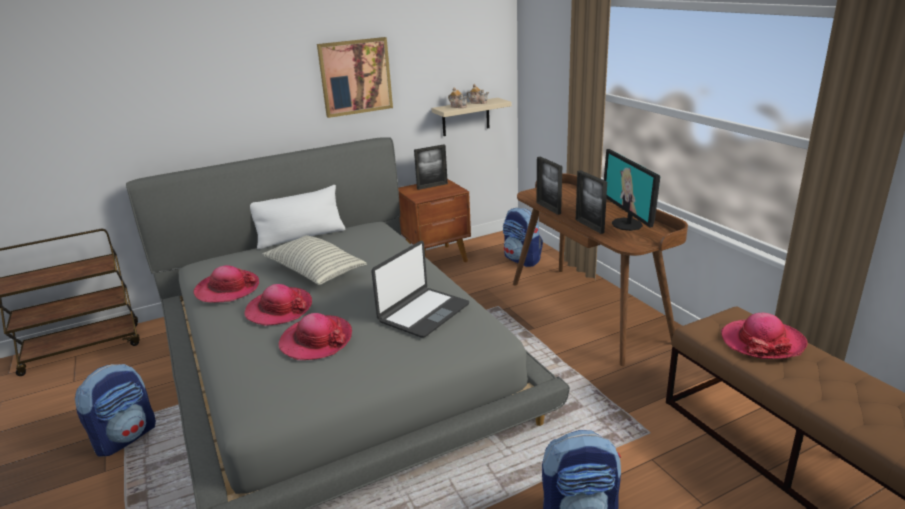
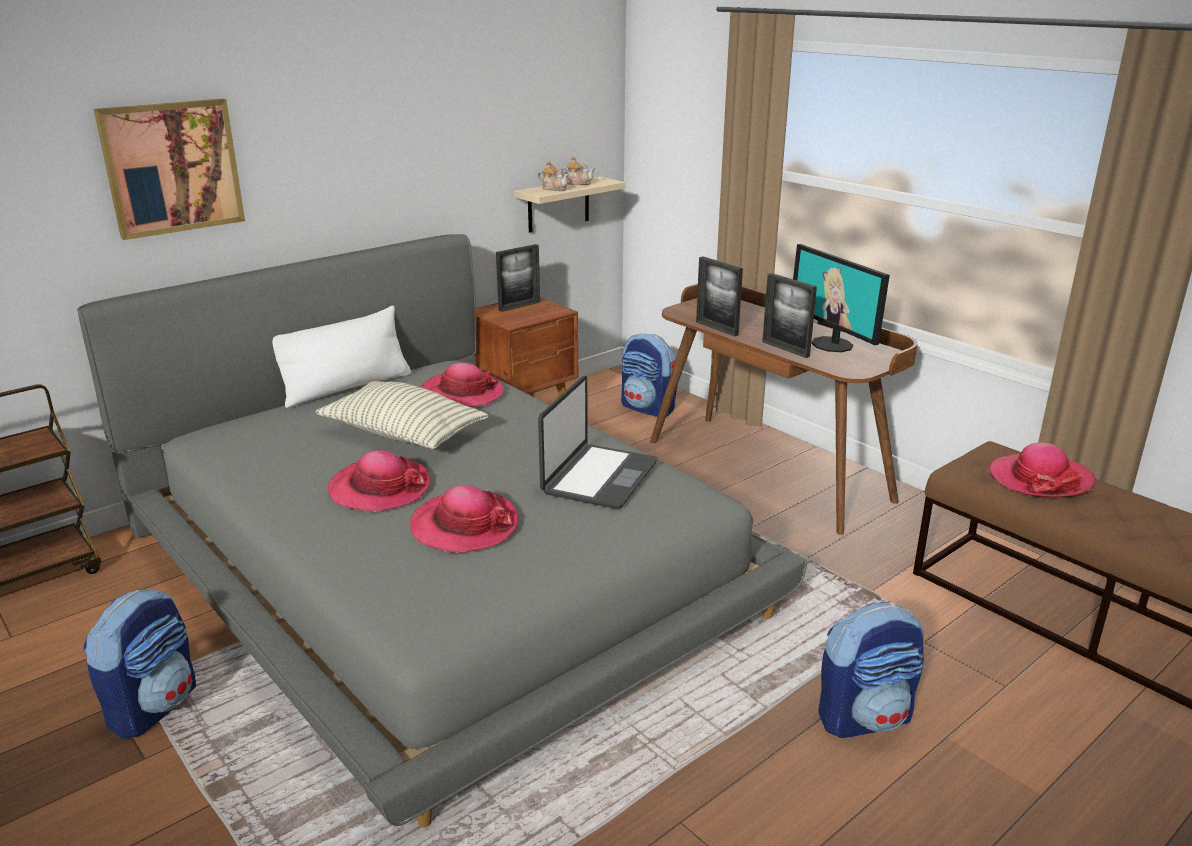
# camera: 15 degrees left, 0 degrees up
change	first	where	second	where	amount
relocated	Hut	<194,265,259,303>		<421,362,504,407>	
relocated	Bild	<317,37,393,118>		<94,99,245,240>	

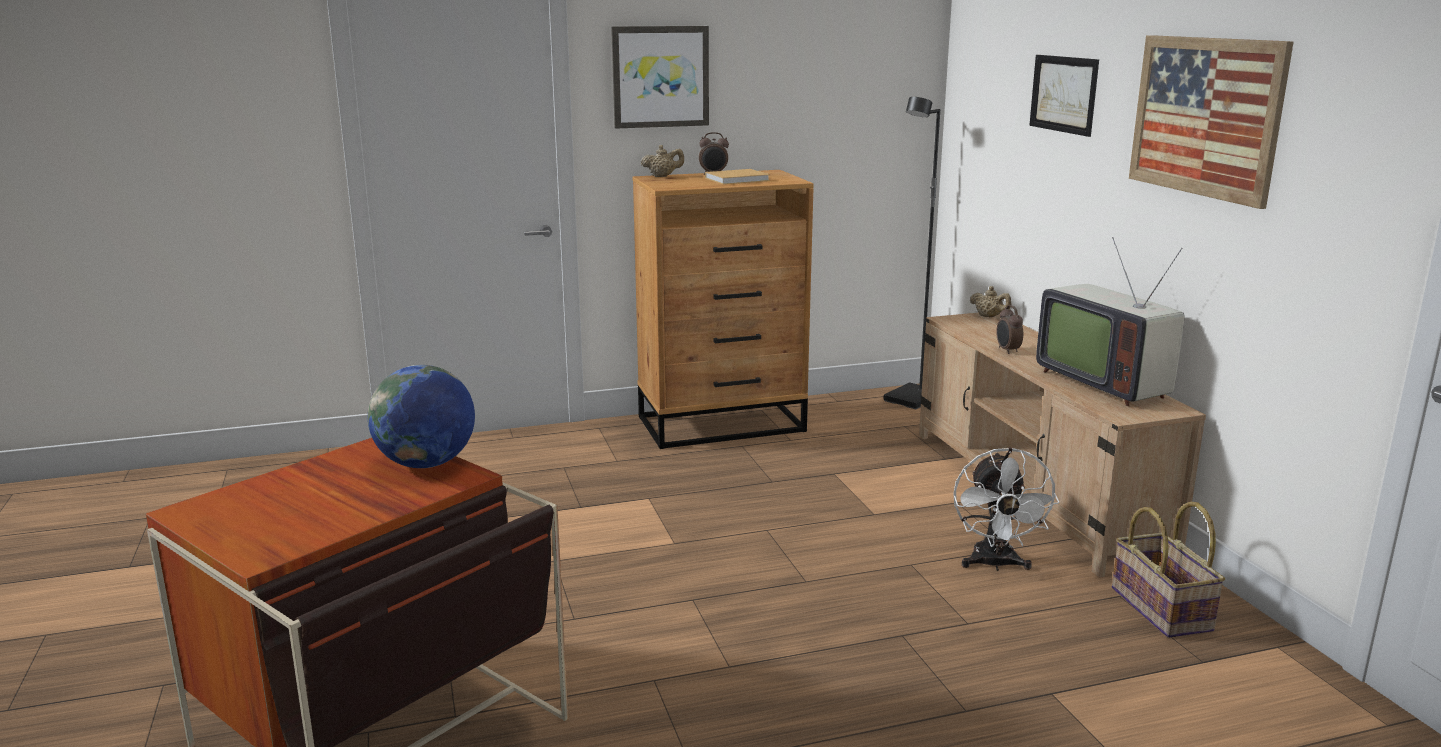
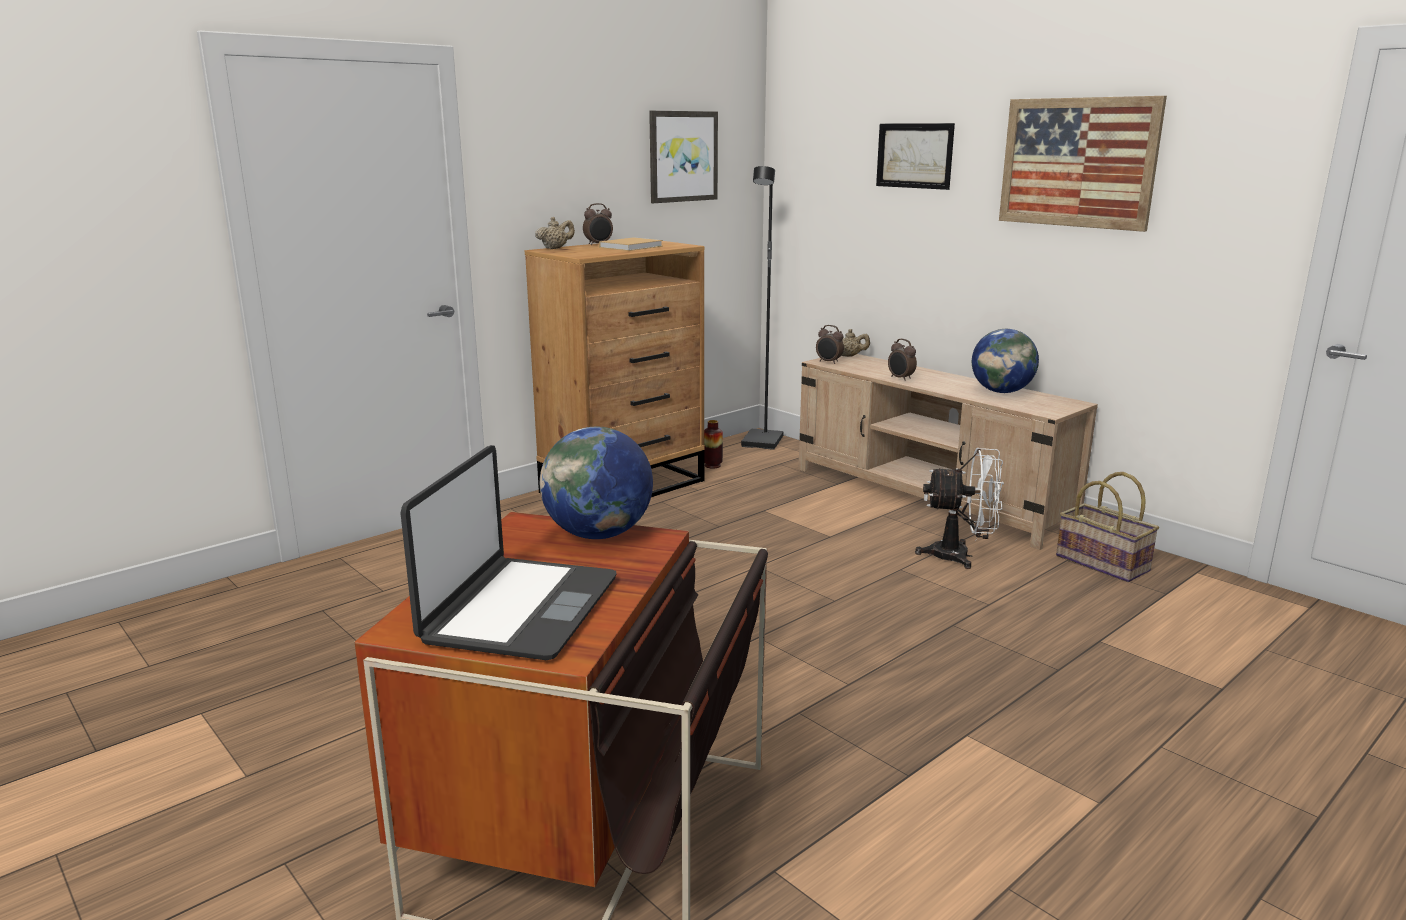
# camera: 25 degrees left, 0 degrees up
change	first	where	second	where	amount
appeared			Laptop	<400,445,617,660>	
appeared			Vase	<704,420,723,469>	
appeared			Wecker	<816,325,844,364>	
relocated	Bild	<611,26,709,129>		<649,111,718,203>	
exchanged	Fernseher	<1036,237,1185,406>	Globus	<972,329,1039,393>	
spun	Ventilator (weiß)	<953,447,1060,571>		<915,448,1004,569>	60 degrees counterclockwise

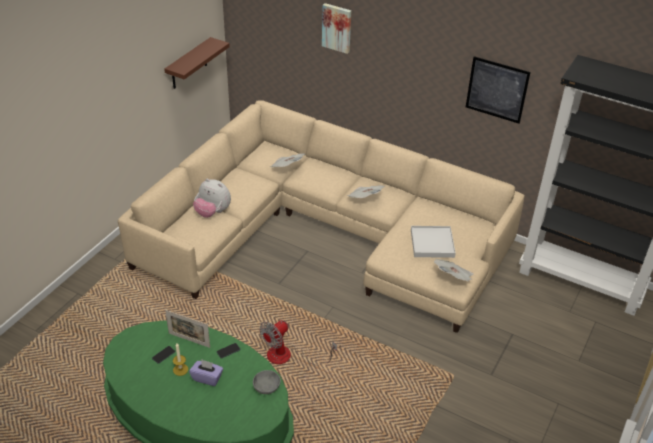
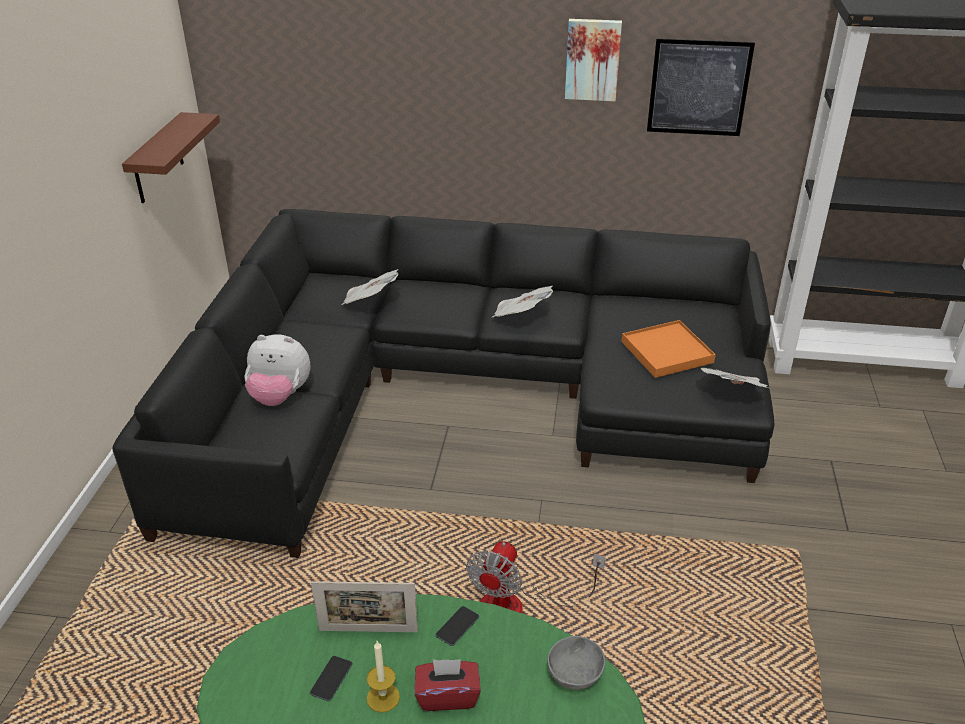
# camera: 20 degrees left, 5 degrees down
change	first	where	second	where	amount
relocated	Bild	<322,3,351,54>		<565,19,622,101>	
colour	Sofa (beige)	<118,100,525,333>	Sofa (schwarz)	<112,209,774,558>	
colour	Taschentuchbox (lila)	<189,360,223,386>	Taschentuchbox (rot)	<415,659,481,711>	
colour	Tablett (weiß)	<411,226,456,258>	Tablett (orange)	<622,320,716,378>	

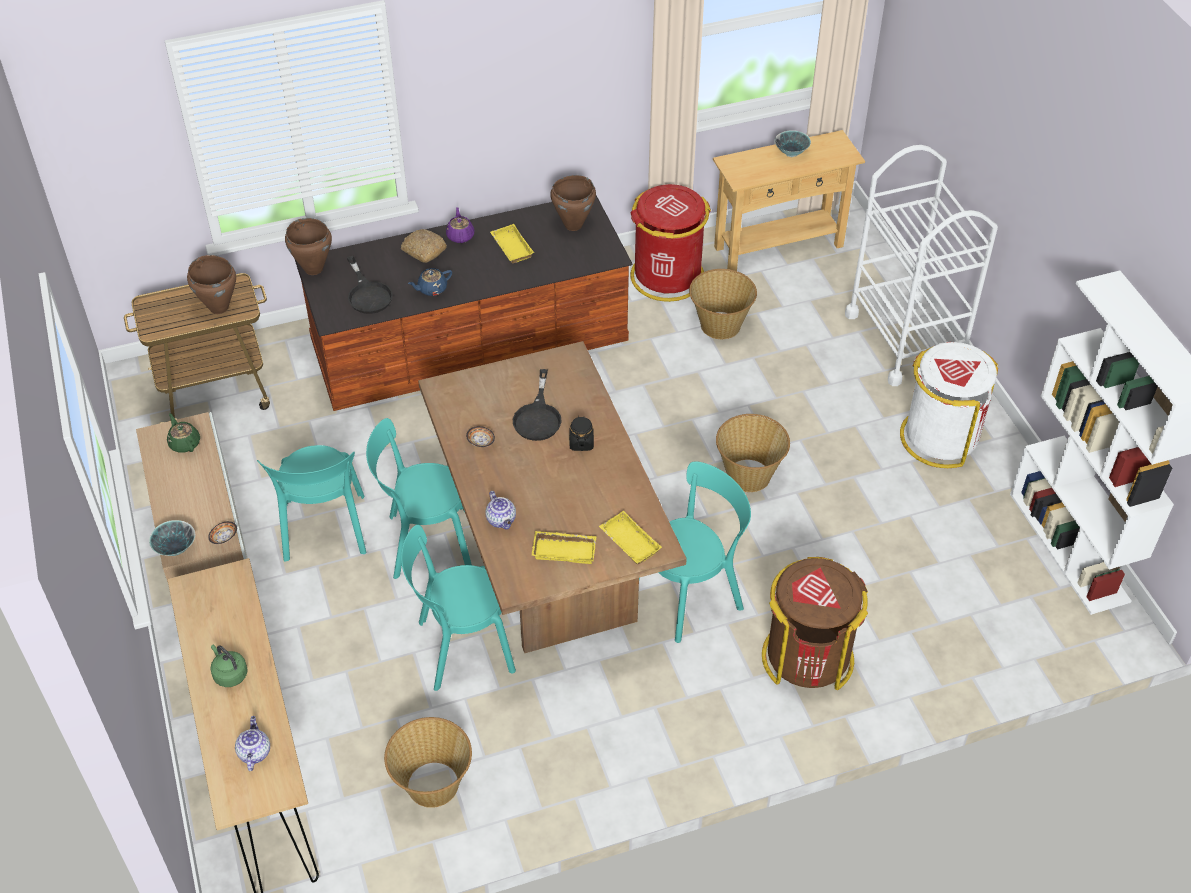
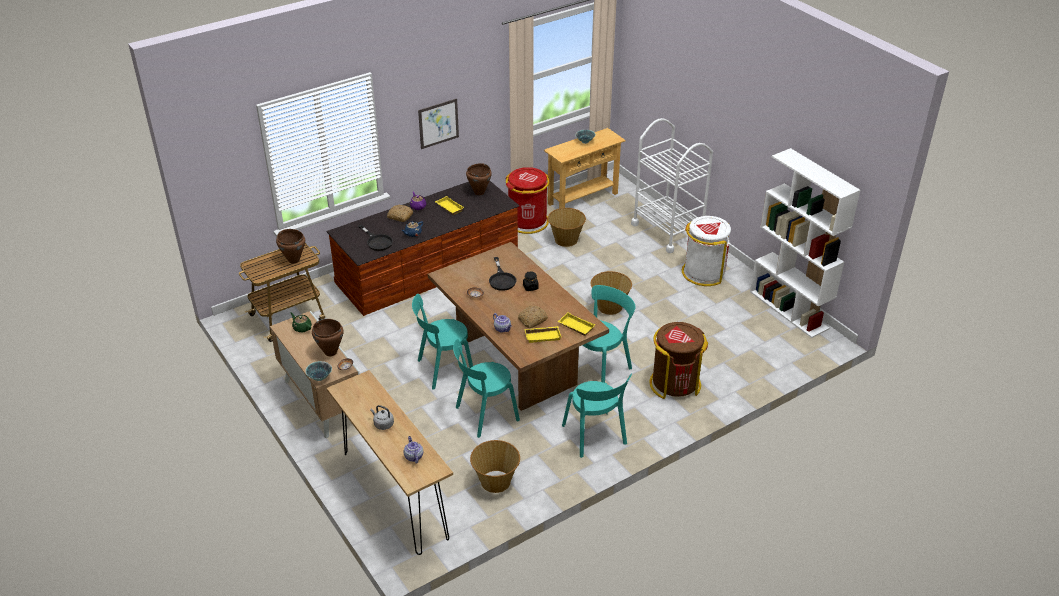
# camera: 15 degrees left, 10 degrees down
change	first	where	second	where	amount
appeared			Bild	<418,98,459,149>	
appeared			Brot	<518,305,548,328>	
relocated	Stuhl (türkis)	<257,445,366,562>		<562,374,632,458>	
relocated	Kochtopf (braun)	<285,218,332,275>		<312,319,344,356>	
colour	Wasserkessel (grün)	<210,644,248,687>	Wasserkessel (grau)	<370,405,394,430>	

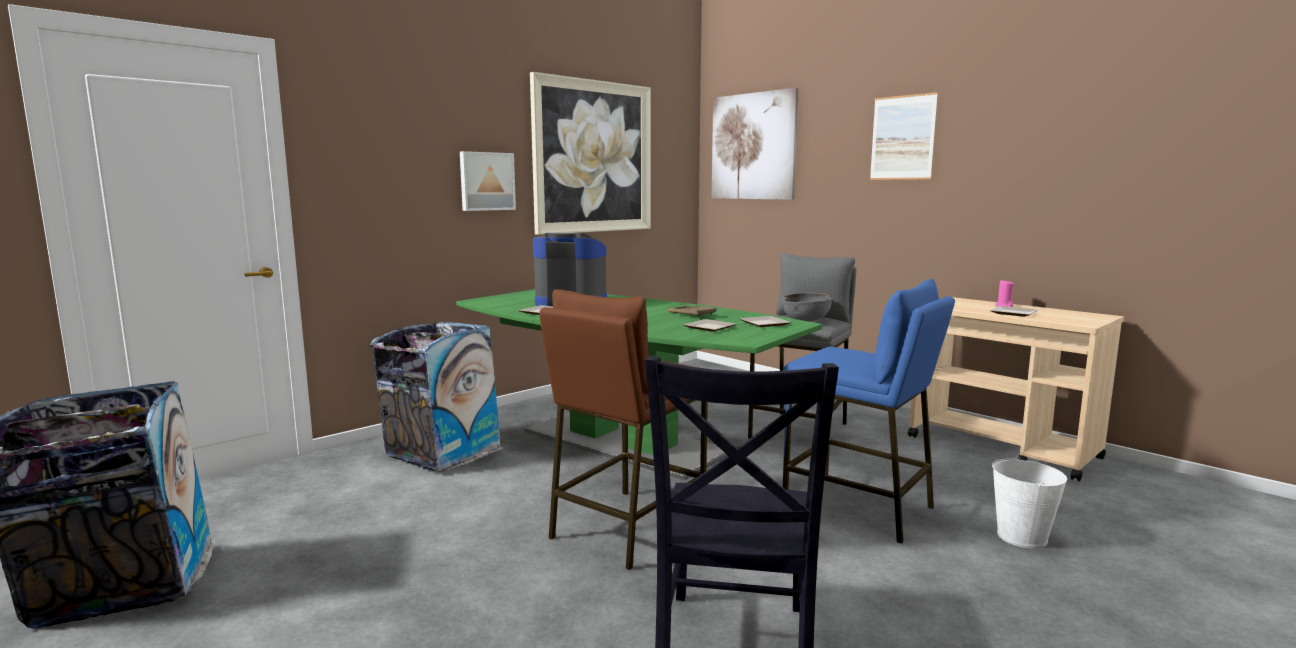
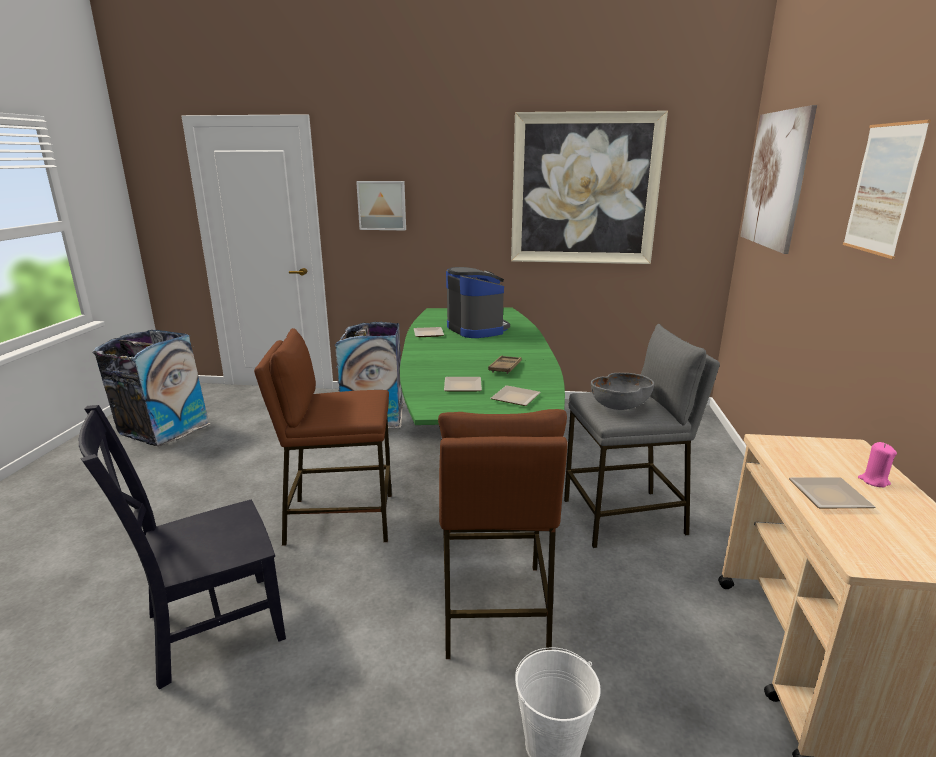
# camera: 50 degrees right, 10 degrees up
change	first	where	second	where	amount
relocated	Bild	<460,151,516,211>		<356,181,406,230>	
colour	Hocker (blau)	<783,279,955,544>	Hocker (braun)	<438,409,567,659>	

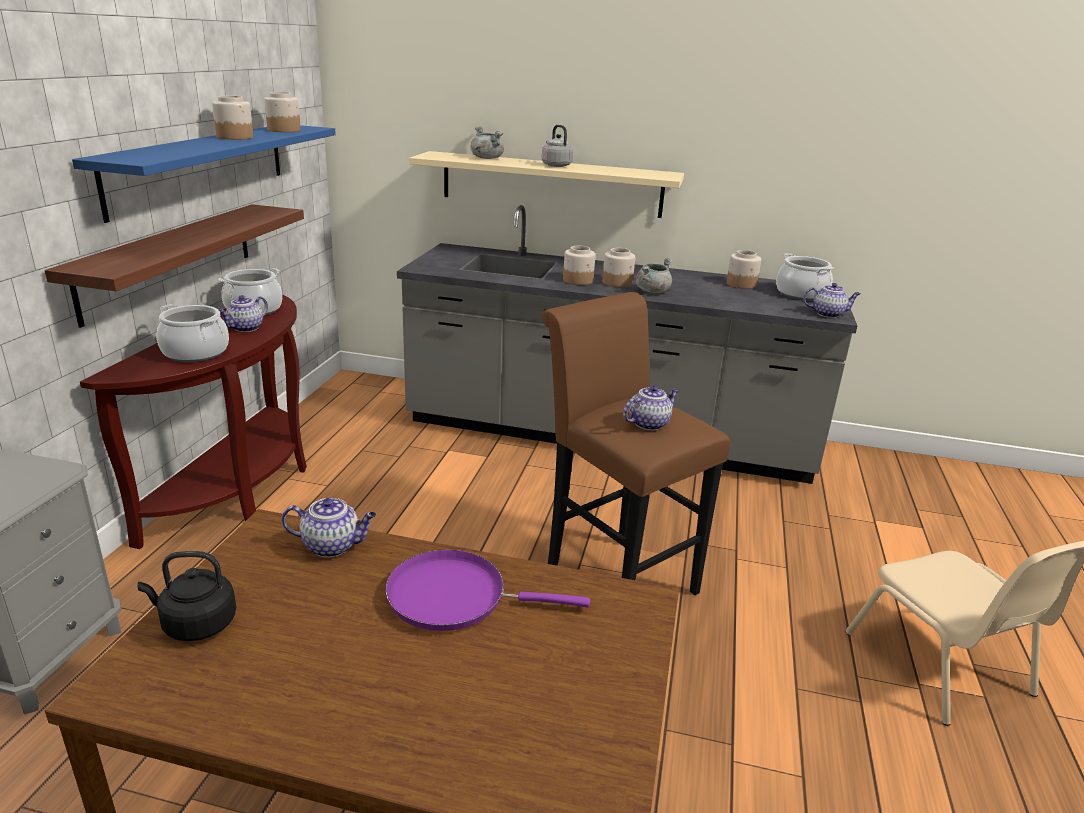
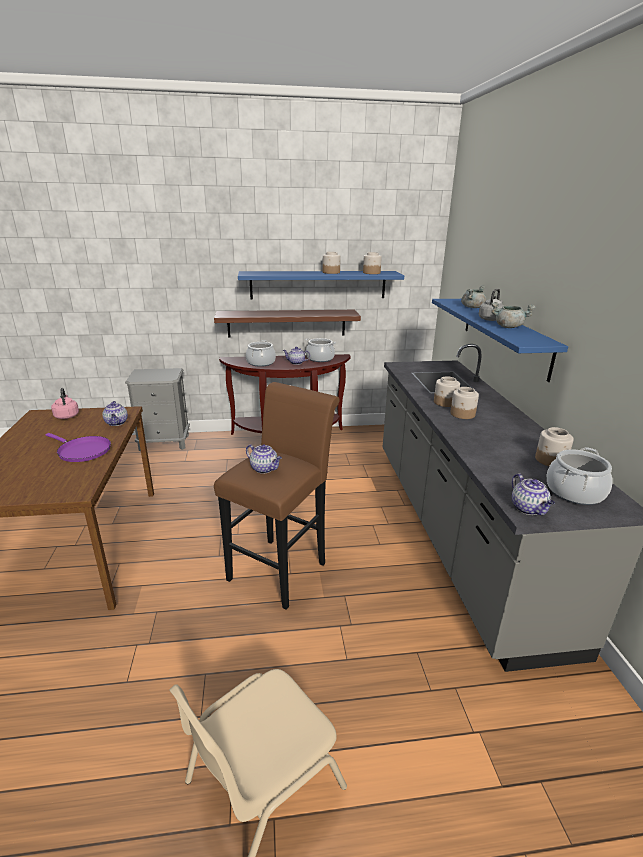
# camera: 70 degrees right, 0 degrees up
change	first	where	second	where	amount
relocated	Kochtopf (grau)	<635,258,672,293>		<491,302,536,328>	
colour	Wasserkessel (schwarz)	<137,551,236,641>	Wasserkessel (rosa)	<51,388,79,419>	
colour	Wandregal (beige)	<409,151,684,218>	Wandregal (blau)	<432,299,568,382>	
spun	Pfanne (lila)	<385,549,590,631>		<45,433,111,462>	135 degrees clockwise

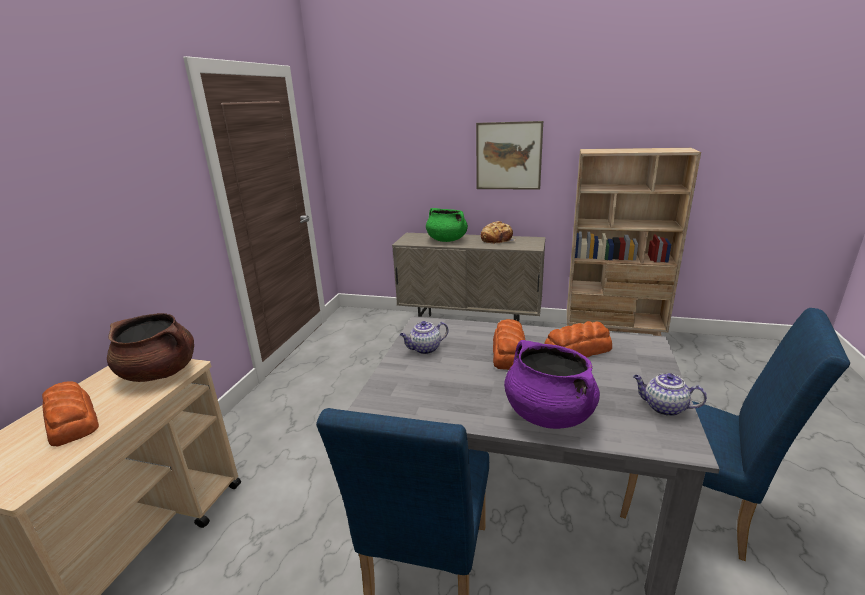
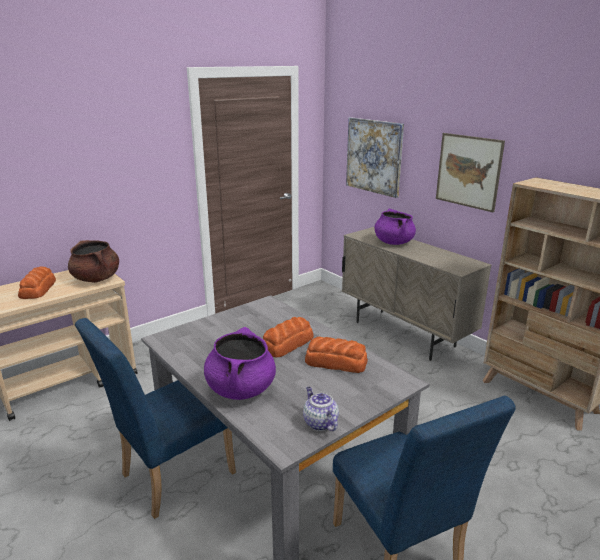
# camera: 35 degrees right, 0 degrees up
change	first	where	second	where	amount
missing	Teekanne	<400,321,449,354>			
missing	Brot	<481,221,515,244>			
appeared			Bild	<346,117,404,198>	
colour	Kochtopf (grün)	<426,208,468,242>	Kochtopf (lila)	<374,209,416,245>	

